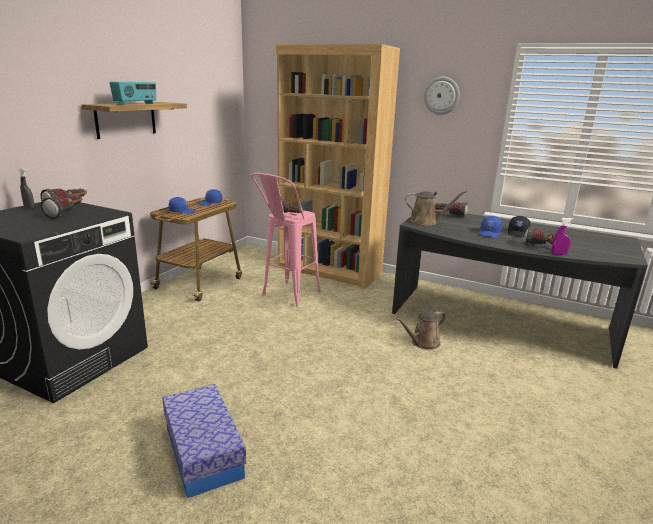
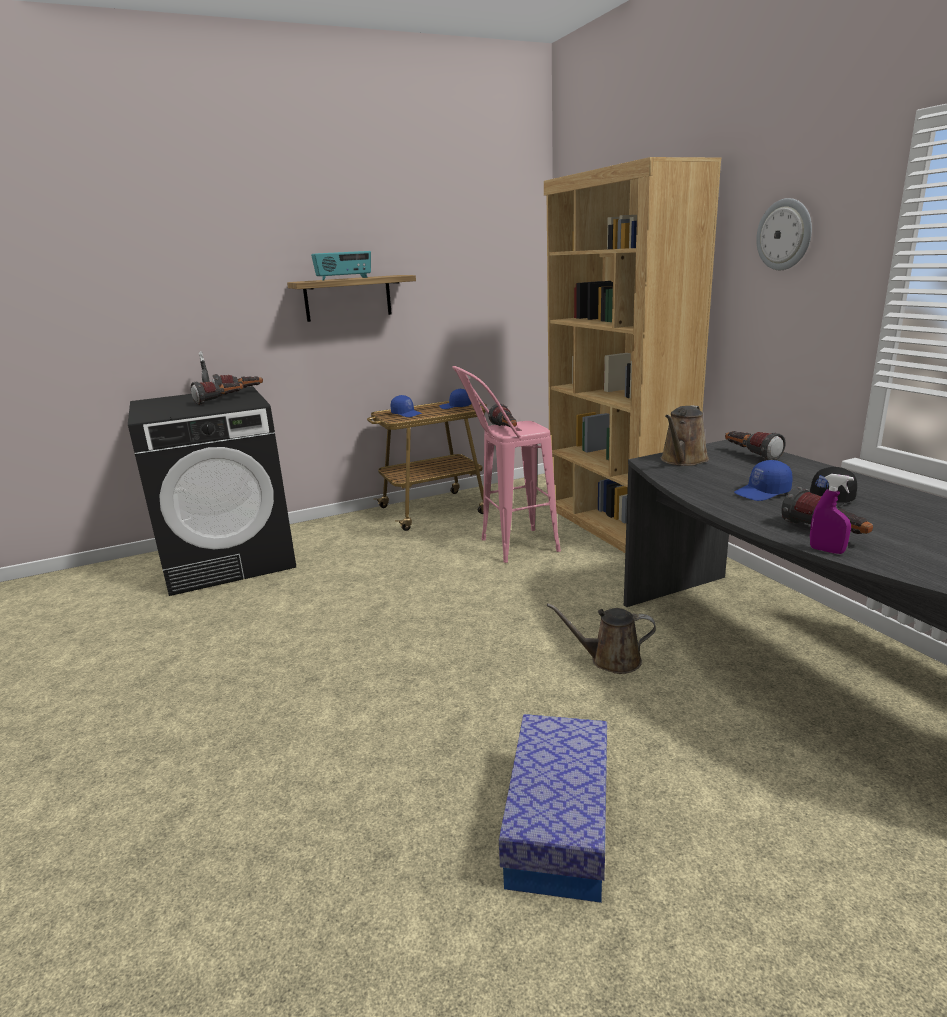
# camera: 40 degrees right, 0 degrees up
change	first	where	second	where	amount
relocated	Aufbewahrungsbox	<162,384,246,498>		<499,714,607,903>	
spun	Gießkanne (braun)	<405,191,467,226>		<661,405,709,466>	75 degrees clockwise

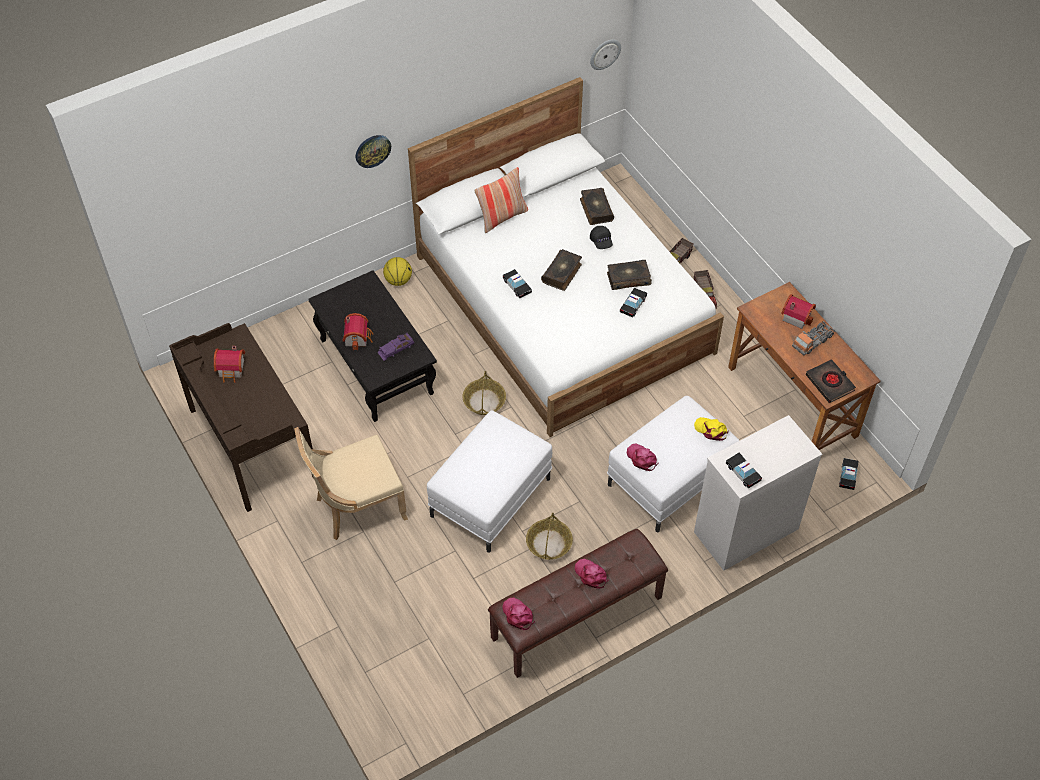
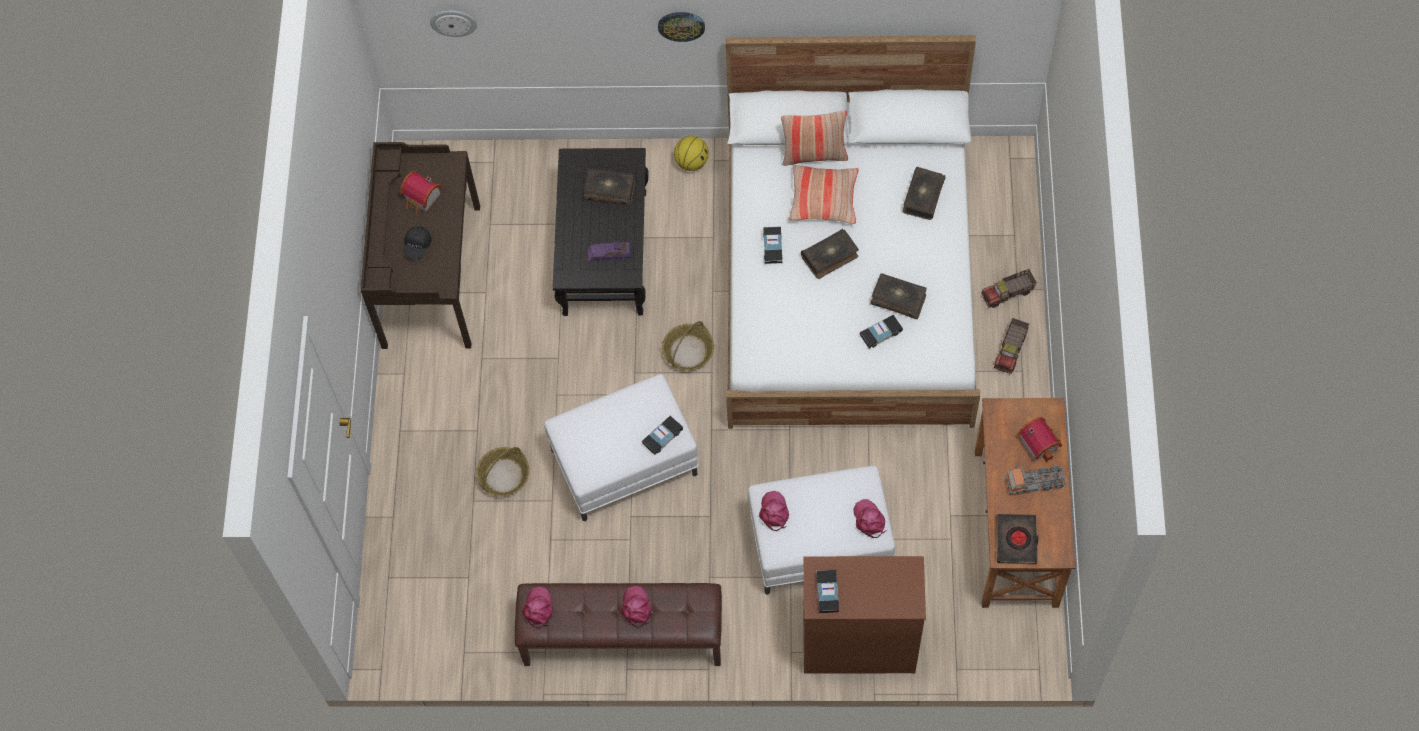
# camera: 35 degrees right, 10 degrees up
change	first	where	second	where	amount
missing	Stuhl (beige)	<294,427,408,540>			
missing	Spielzeughaus	<342,313,373,350>			
appeared			Buch	<583,169,635,206>	
appeared			Kissen	<789,165,858,224>	
relocated	Korb	<526,513,573,560>		<476,447,530,496>	
relocated	Wanduhr	<590,39,621,70>		<430,10,477,37>	
relocated	Kappe (schwarz)	<590,226,613,249>		<404,226,432,259>	
relocated	Spielzeugauto	<839,458,859,490>		<642,415,683,455>	
colour	Kommode (weiß)	<694,415,822,571>	Kommode (braun)	<803,556,926,673>	
colour	Kappe (gelb)	<694,417,729,441>	Kappe (rosa)	<854,499,886,538>	

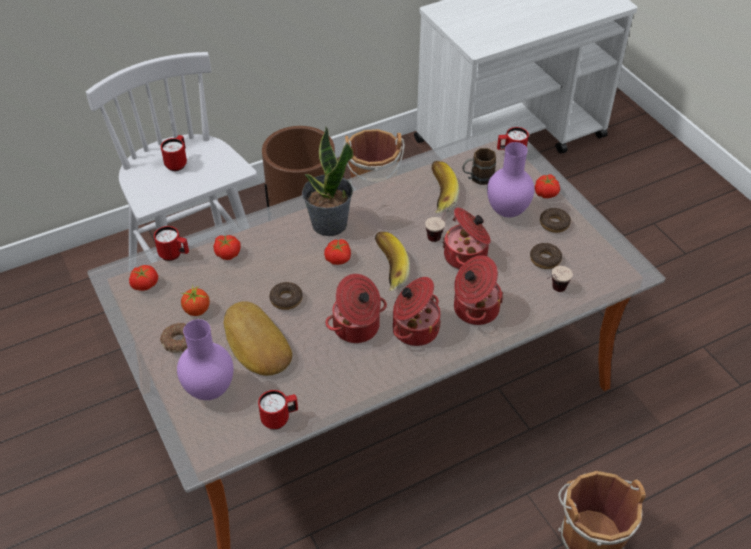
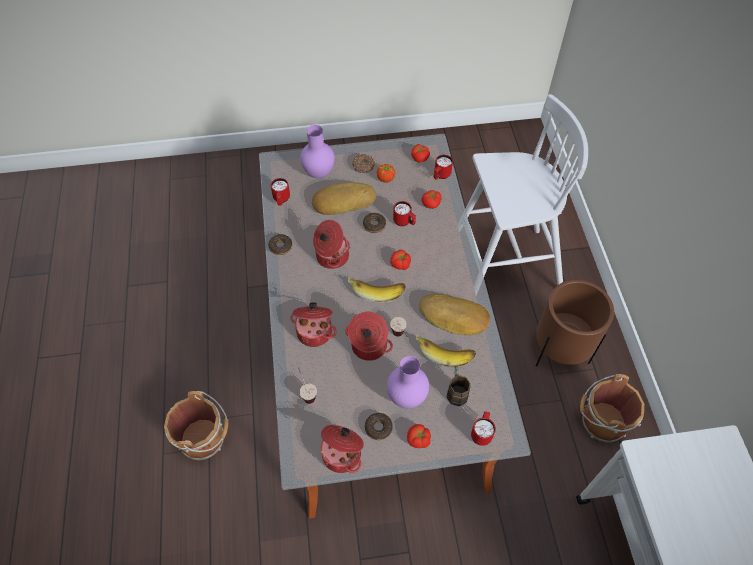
# camera: 110 degrees right, 10 degrees up
change	first	where	second	where	amount
missing	Topfpflanze	<302,127,353,236>			
appeared			Brot	<419,294,490,335>	
relocated	Henkelbecher (rot)	<161,135,187,171>		<393,201,416,226>	
relocated	Kochtopf	<393,277,441,346>		<321,425,364,473>	
relocated	Donut	<530,243,562,269>		<268,234,292,255>	

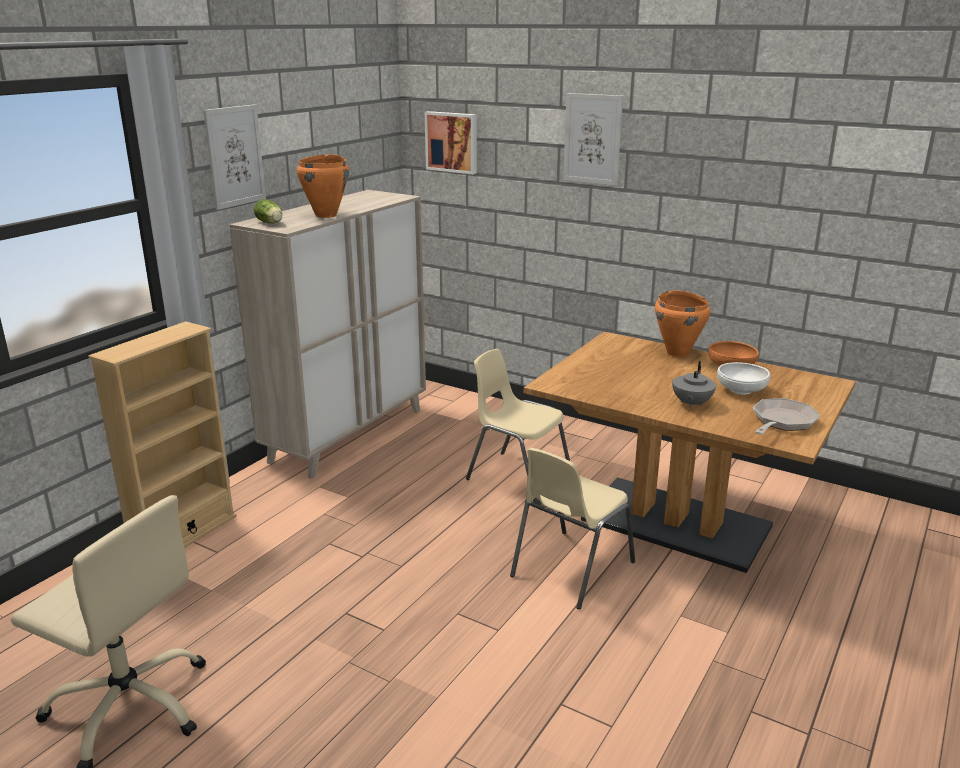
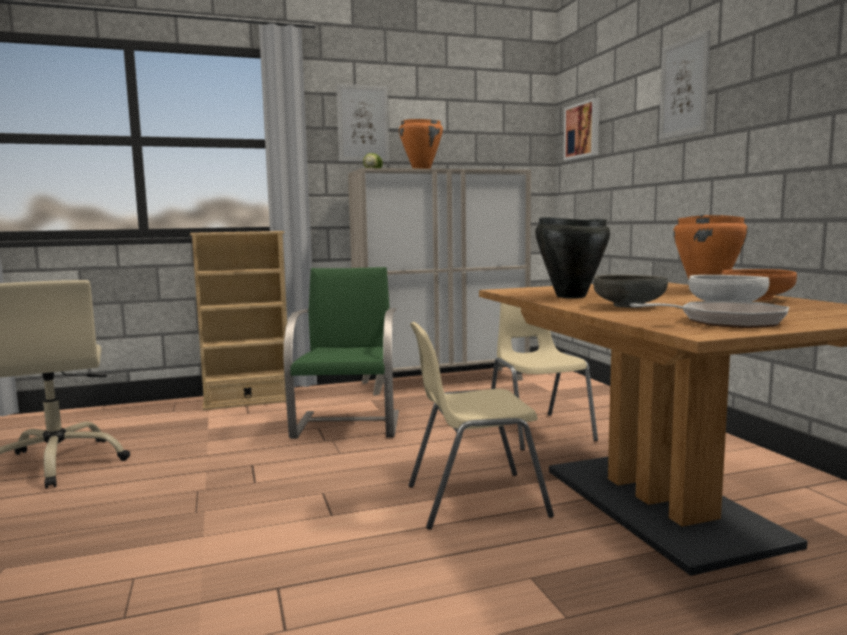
# camera: 40 degrees right, 15 degrees down
change	first	where	second	where	amount
appeared			Stuhl (grün)	<283,267,399,439>	
appeared			Kochtopf (schwarz)	<535,217,610,298>	
exchanged	Teekanne (grau)	<672,361,716,408>	Schüssel (grau)	<593,275,668,308>	

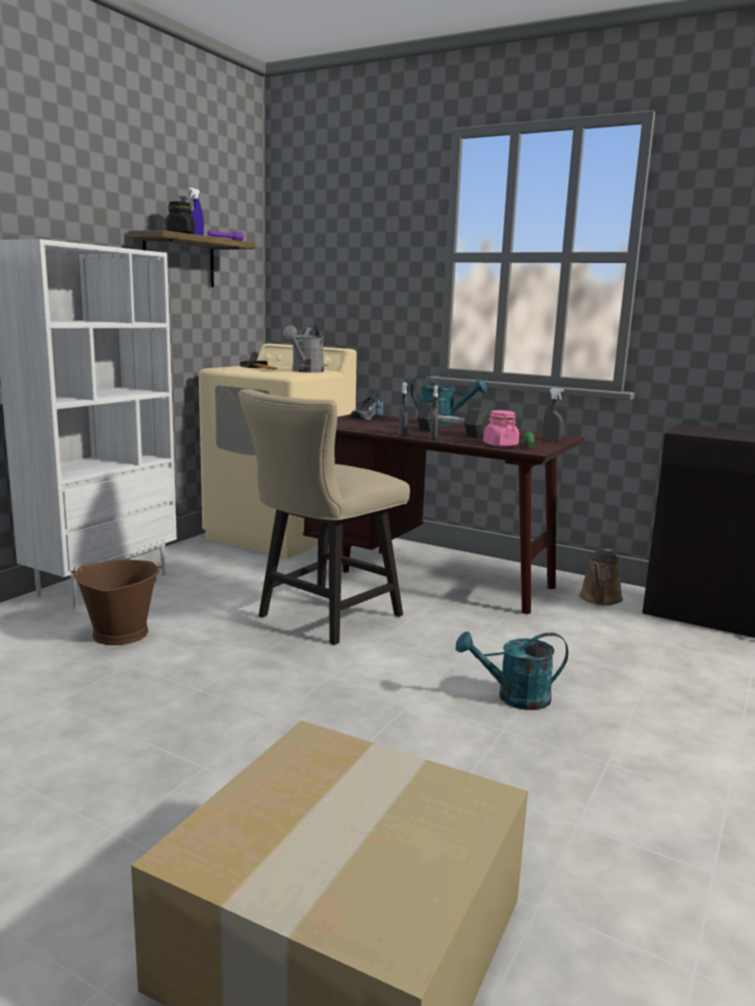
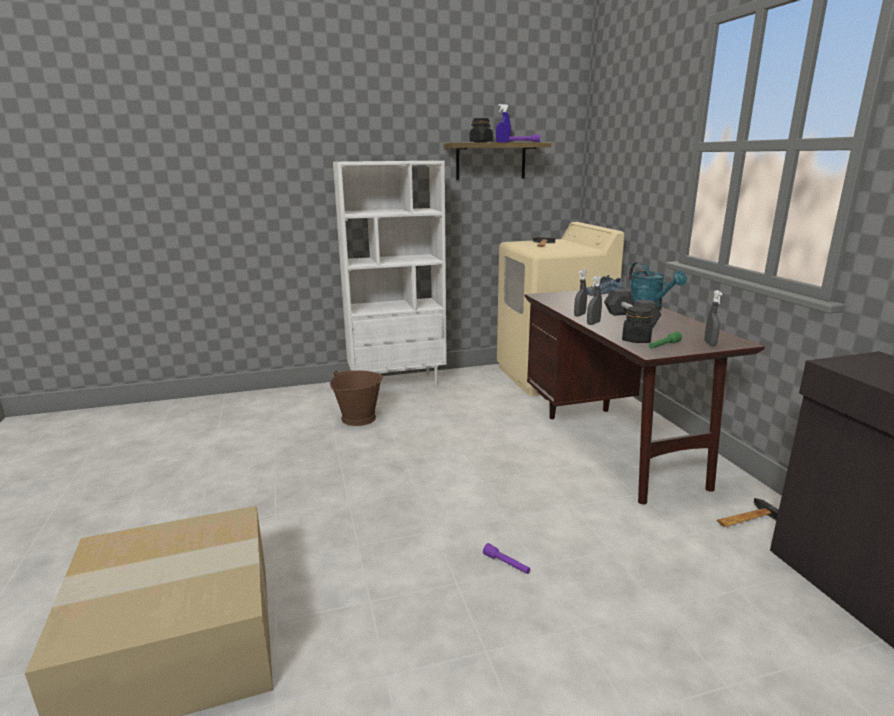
# camera: 45 degrees right, 5 degrees up
change	first	where	second	where	amount
missing	Stuhl (beige)	<238,389,410,645>			
missing	Gießkanne (grau)	<283,325,324,373>			
exchanged	Gießkanne (türkis)	<456,631,568,710>	Taschenlampe (lila)	<483,543,530,574>	
exchanged	Gießkanne (braun)	<579,549,623,605>	Hammer	<717,498,779,527>	
colour	Vorratsglas (rosa)	<483,410,519,447>	Vorratsglas (schwarz)	<622,306,653,343>	

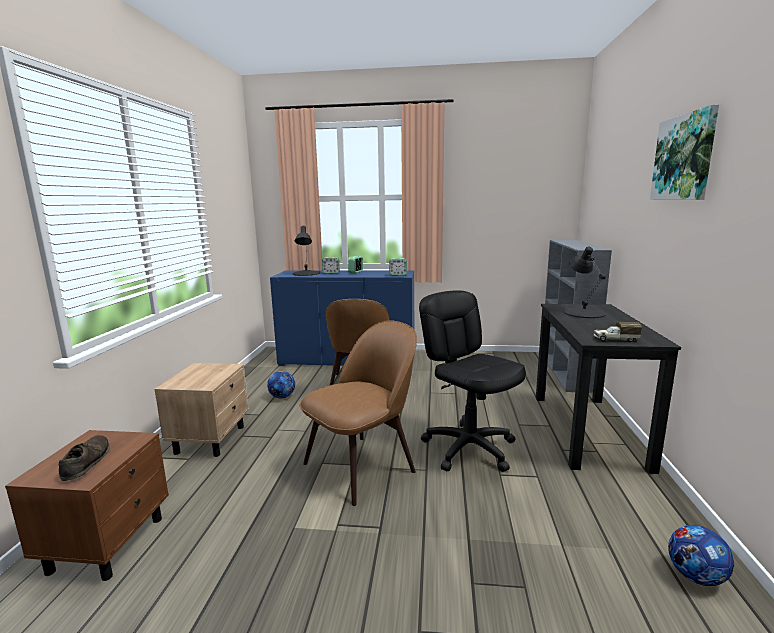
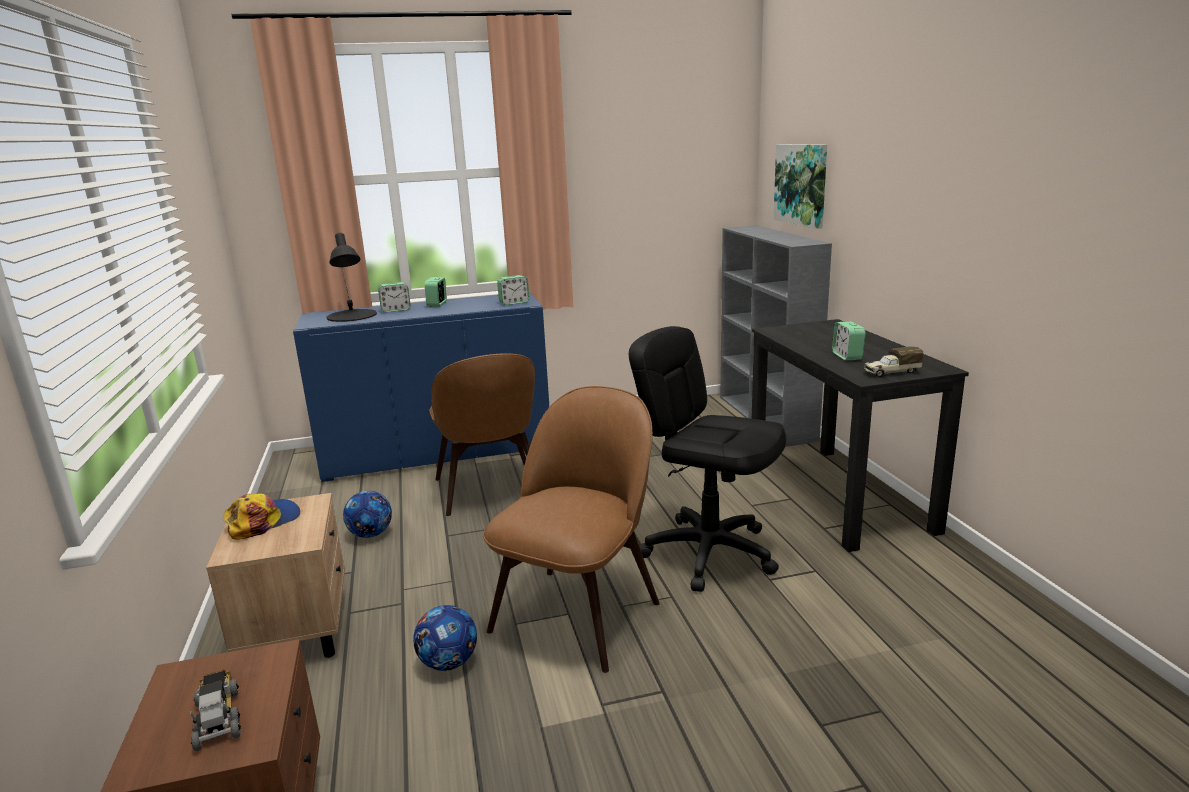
# camera: 20 degrees left, 5 degrees up
change	first	where	second	where	amount
missing	Tischlampe (schwarz)	<563,247,606,318>			
appeared			Kappe	<223,493,300,540>	
appeared			Wecker	<832,322,865,361>	
relocated	Bild	<650,104,719,200>		<774,144,827,229>	
relocated	Fußball	<668,525,734,586>		<413,605,477,671>	
exchanged	Schuh (braun)	<59,435,110,481>	Spielzeuglaster	<190,670,241,751>	

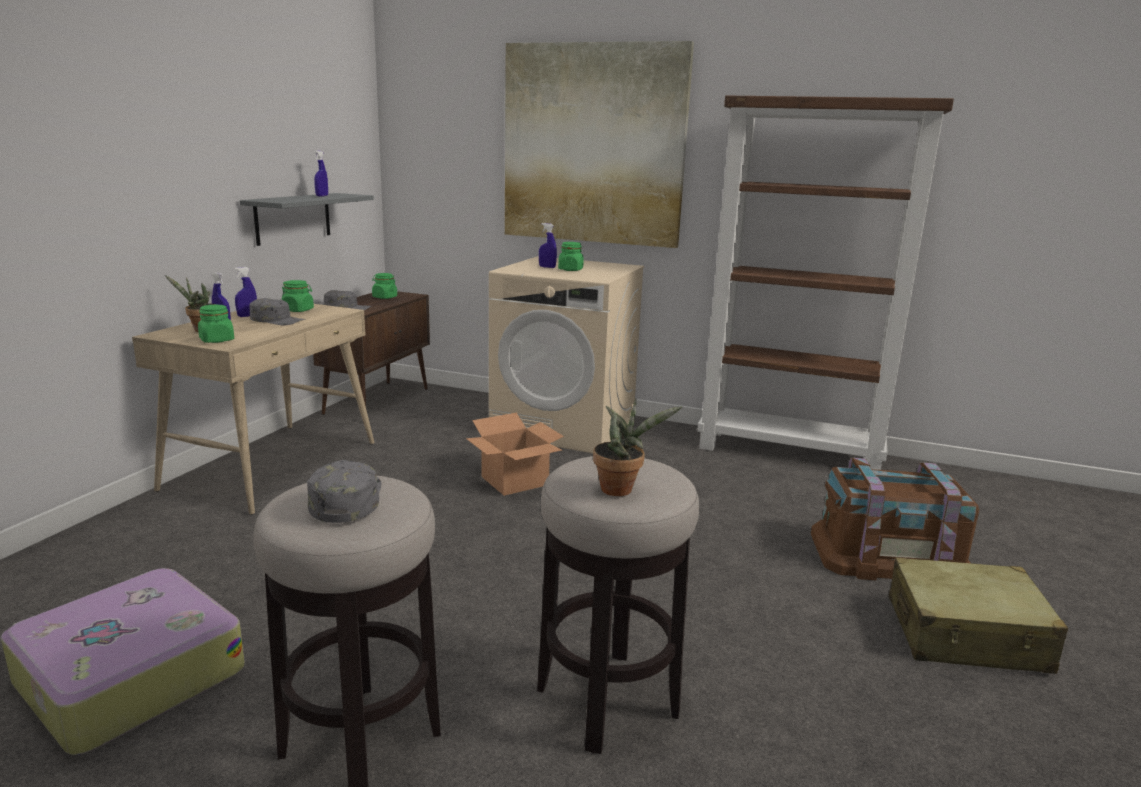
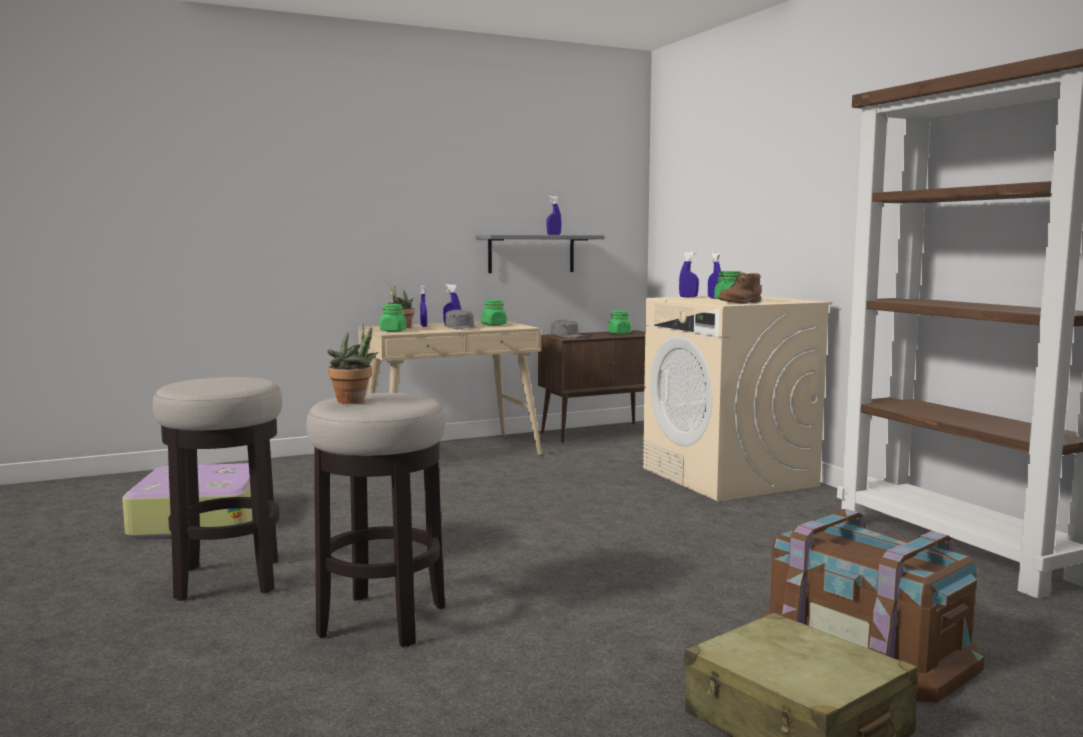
# camera: 45 degrees right, 10 degrees down
change	first	where	second	where	amount
missing	Kappe (grau)	<307,460,381,523>			
missing	Karton	<466,413,564,496>			
missing	Bild	<505,41,694,248>			
appeared			Sprühflasche (blau)	<679,252,699,297>	
appeared			Stiefel (braun)	<718,273,761,304>	

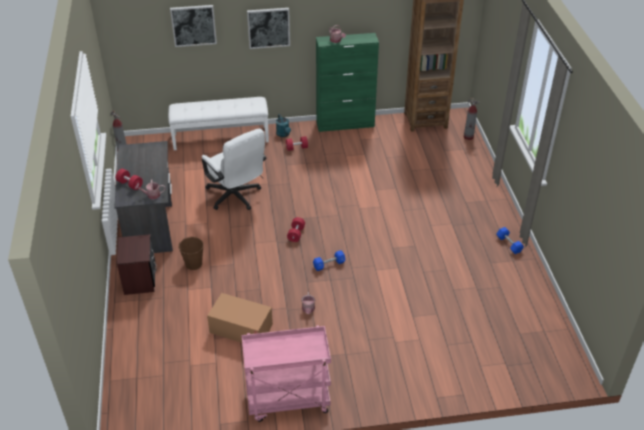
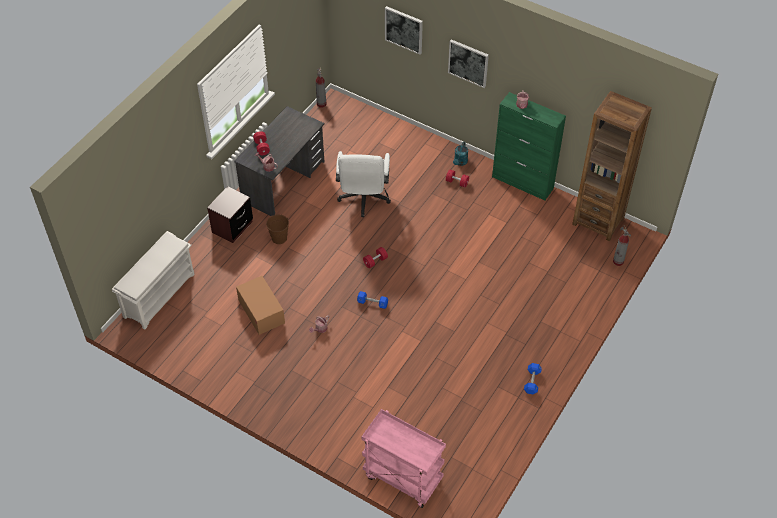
# camera: 40 degrees right, 10 degrees up
change	first	where	second	where	amount
missing	Bank (weiß)	<168,97,269,150>			
appeared			Schuhregal (weiß)	<112,231,195,330>	
relocated	Rollwagen (rosa)	<241,325,331,422>		<362,409,446,508>	

